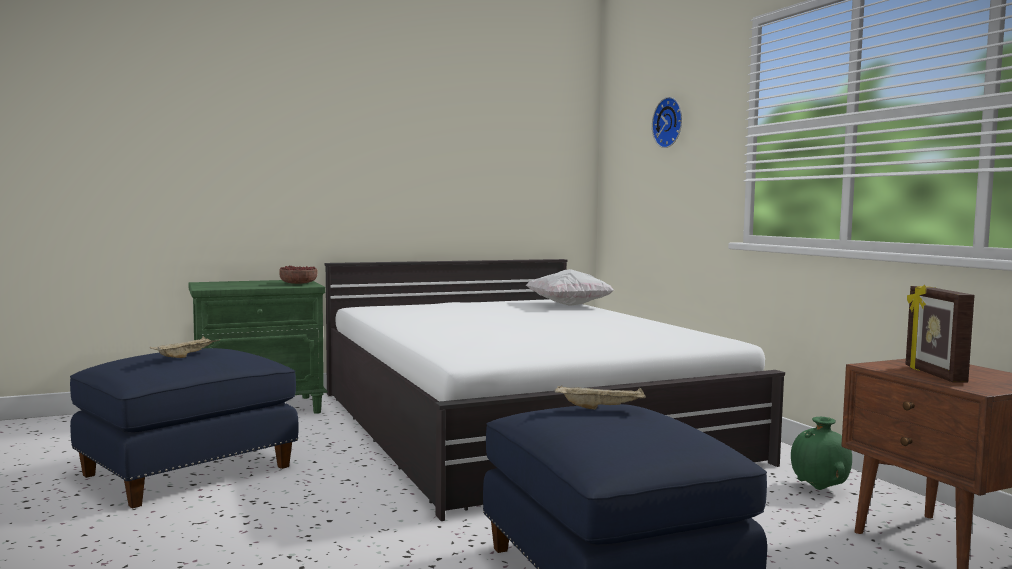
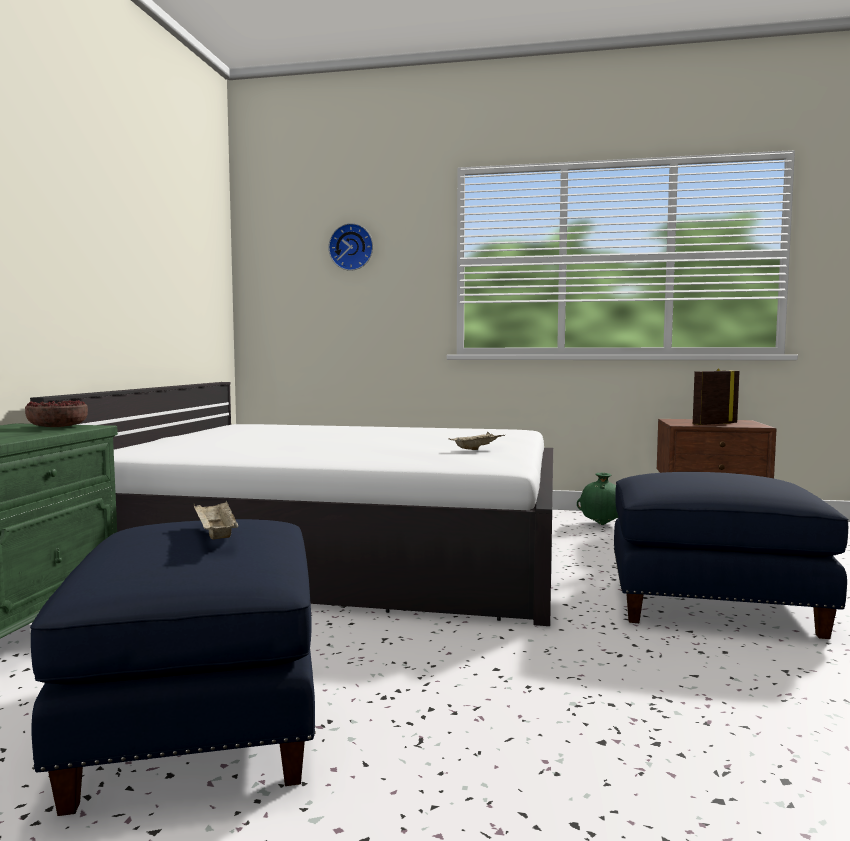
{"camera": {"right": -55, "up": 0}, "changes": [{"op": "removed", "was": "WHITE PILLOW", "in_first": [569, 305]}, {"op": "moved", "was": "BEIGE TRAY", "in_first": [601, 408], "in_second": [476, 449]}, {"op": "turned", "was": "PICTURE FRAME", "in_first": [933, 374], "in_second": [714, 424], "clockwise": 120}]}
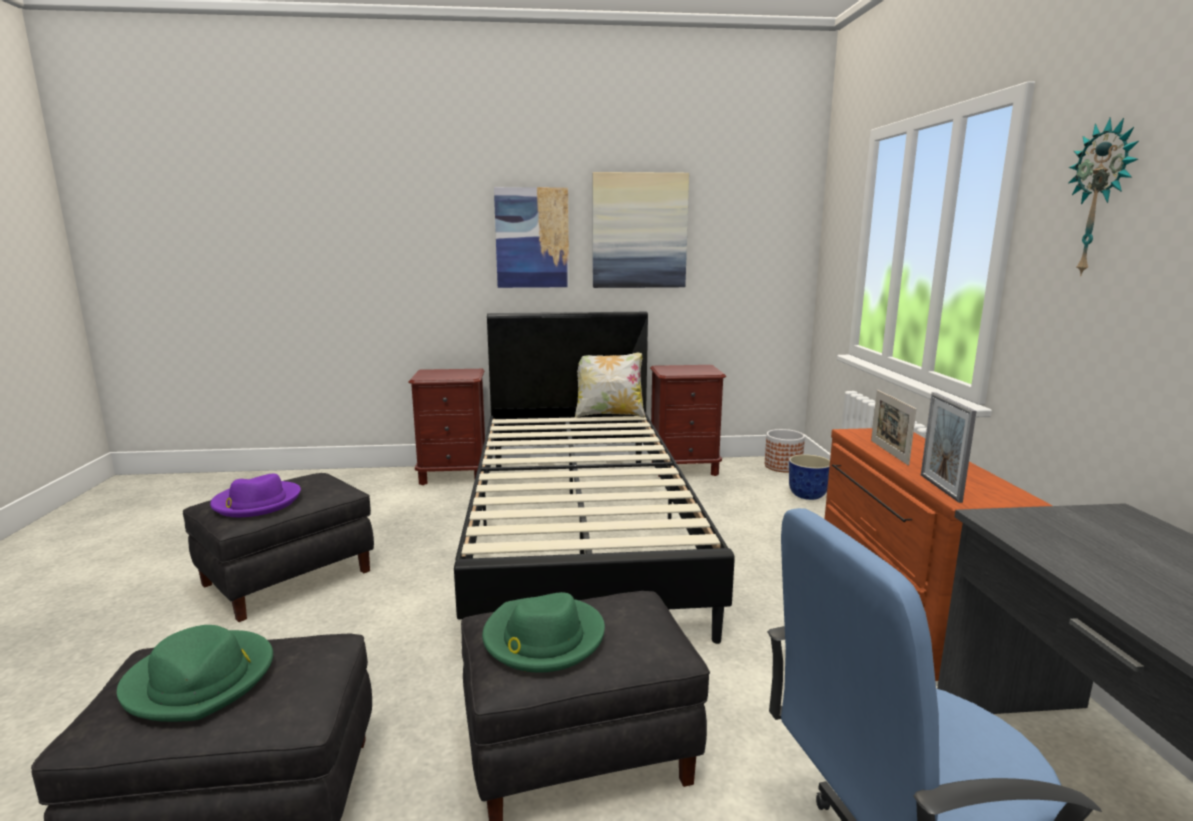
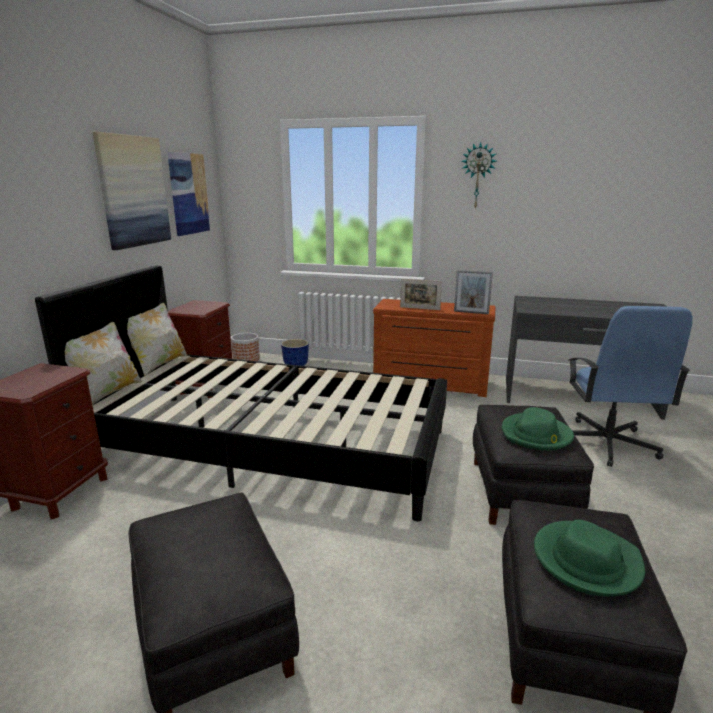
{"camera": {"right": -70, "up": 5}, "changes": [{"op": "removed", "was": "PURPLISH WEARABLE HAT", "in_first": [256, 502]}, {"op": "moved", "was": "PICTURE", "in_first": [532, 238], "in_second": [189, 194]}, {"op": "added", "now": "PILLOW", "in_second": [106, 394]}]}
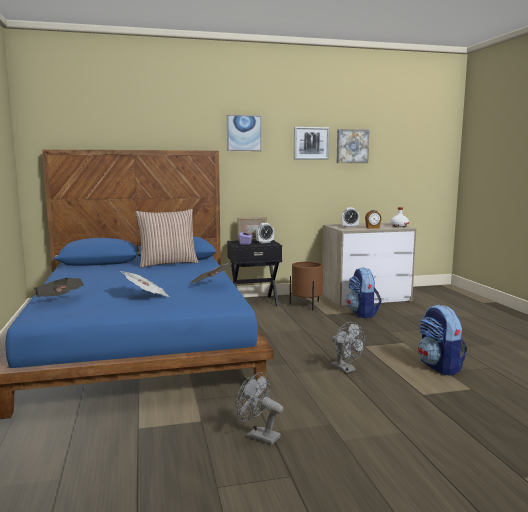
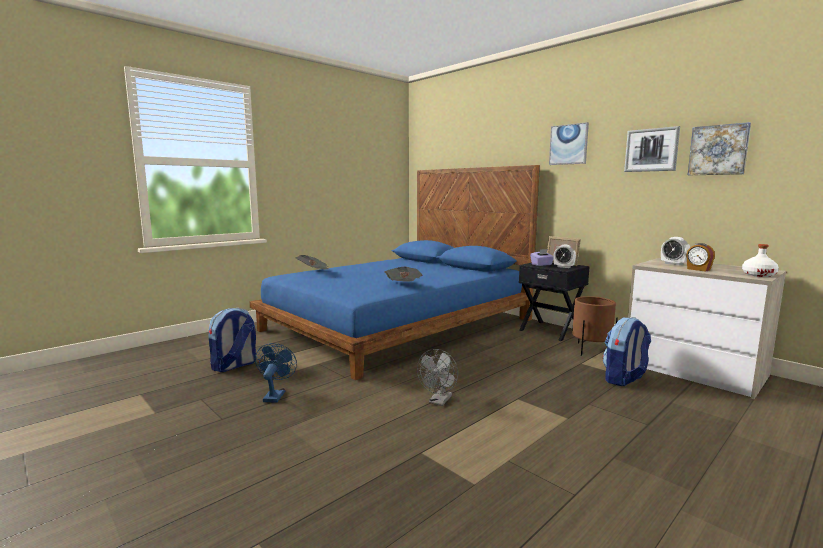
{"camera": {"right": 60, "up": 0}, "changes": [{"op": "removed", "was": "DAILY PAPER", "in_first": [146, 296]}, {"op": "removed", "was": "PILLOW", "in_first": [168, 263]}, {"op": "recoloured", "was": "GRAY COOLING FAN", "now": "BLUISH COOLING FAN", "in_first": [258, 436], "in_second": [275, 395]}, {"op": "moved", "was": "BACKPACK", "in_first": [439, 367], "in_second": [234, 366]}]}
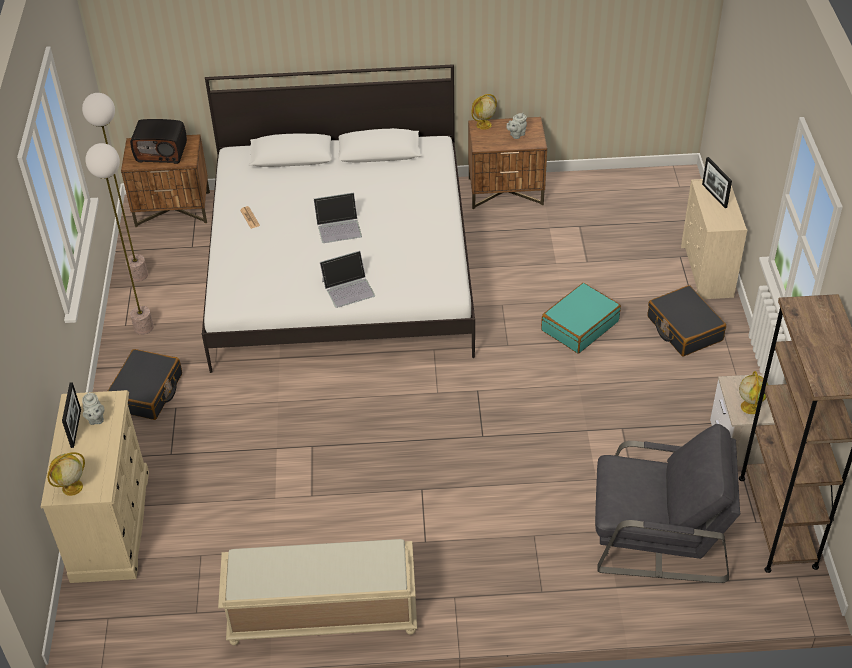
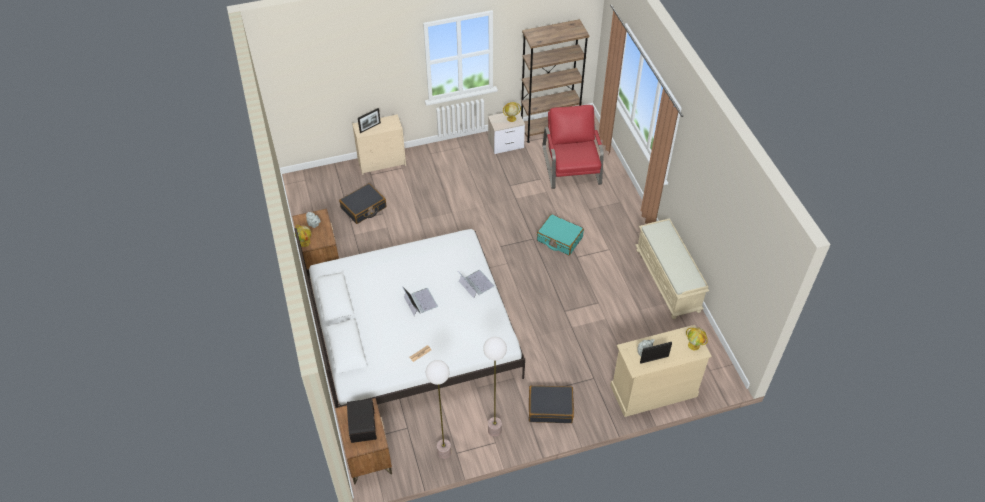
{"camera": {"right": -105, "up": 5}, "changes": [{"op": "moved", "was": "TURQUOISE TRAVEL CASE", "in_first": [579, 325], "in_second": [559, 239]}, {"op": "recoloured", "was": "GRAY LOUNGE CHAIR", "now": "RED-COLOURED LOUNGE CHAIR", "in_first": [659, 534], "in_second": [572, 166]}, {"op": "moved", "was": "BLACK TRAVEL CASE", "in_first": [684, 329], "in_second": [363, 208]}]}
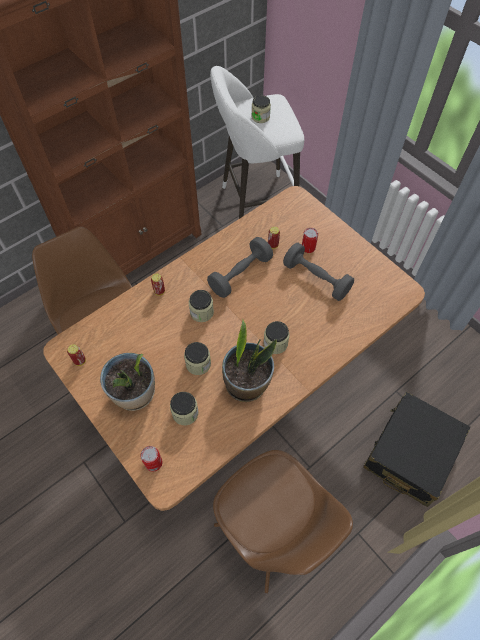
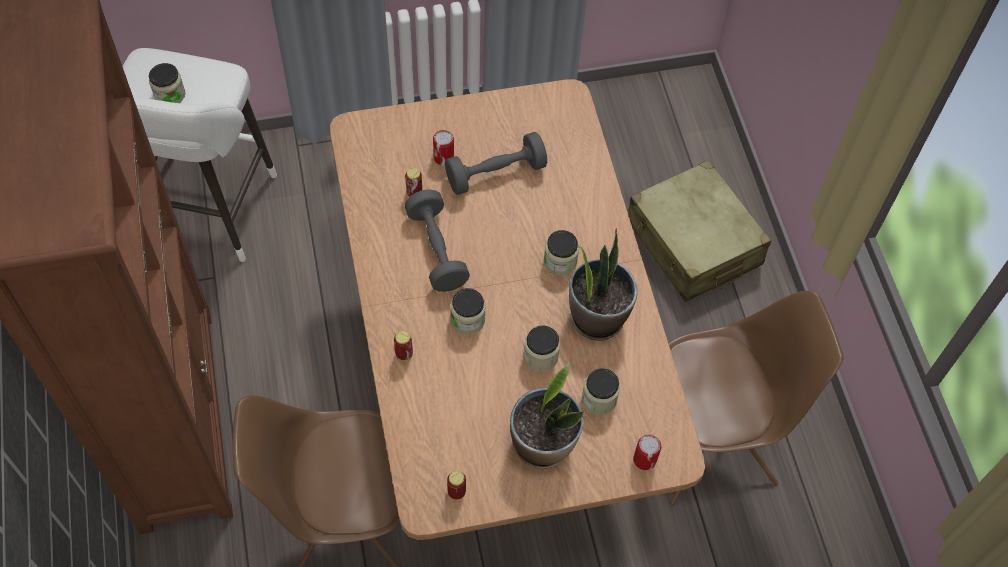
{"camera": {"right": -65, "up": 0}, "changes": [{"op": "recoloured", "was": "BLACK TRAVEL CASE", "now": "BEIGE TRAVEL CASE", "in_first": [410, 453], "in_second": [693, 244]}]}
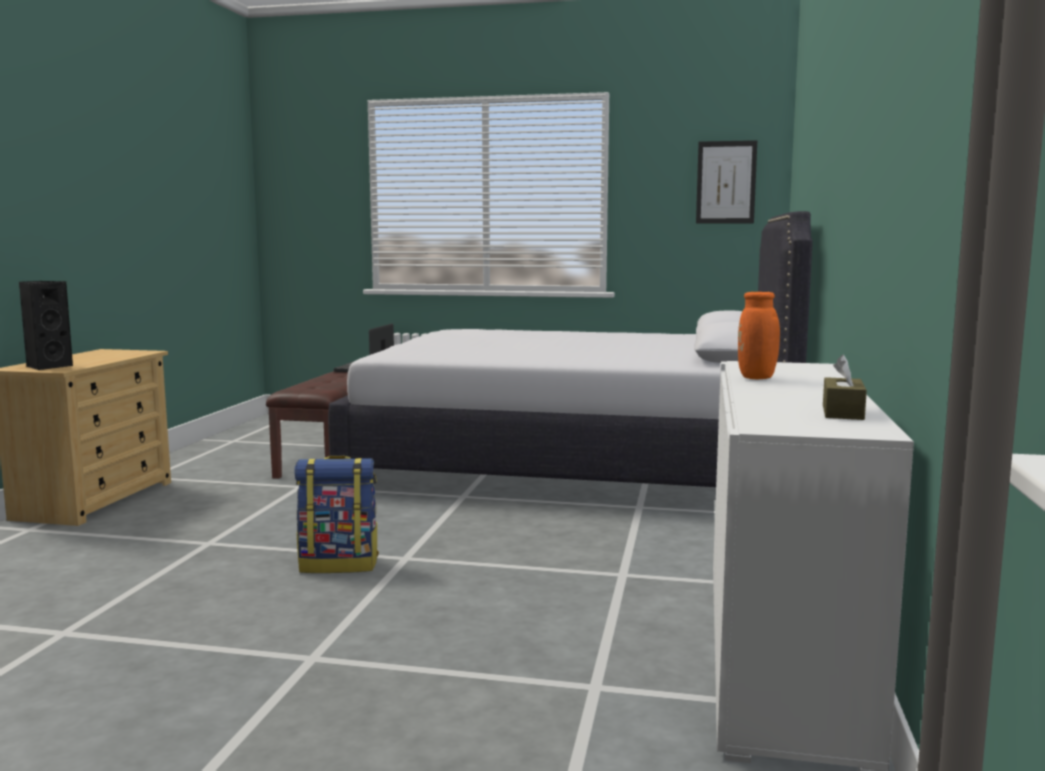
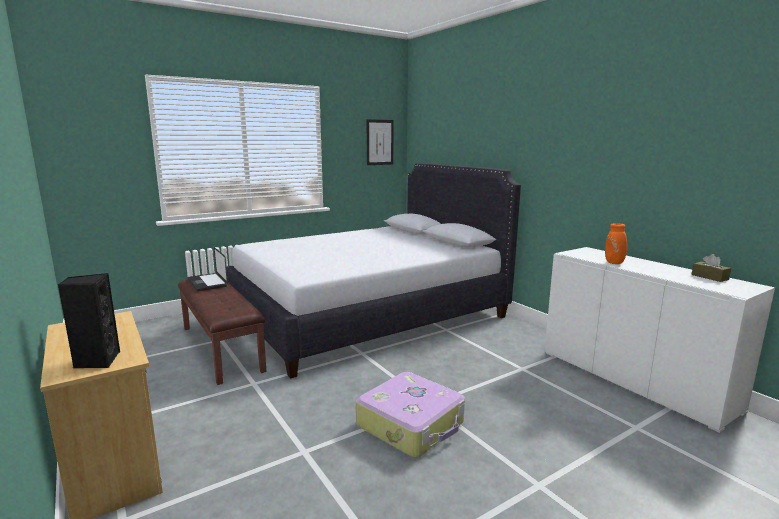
{"camera": {"right": -45, "up": 5}, "changes": [{"op": "replaced", "was": "BACKPACK", "now": "TRAVEL CASE", "in_first": [339, 564], "in_second": [411, 424]}]}
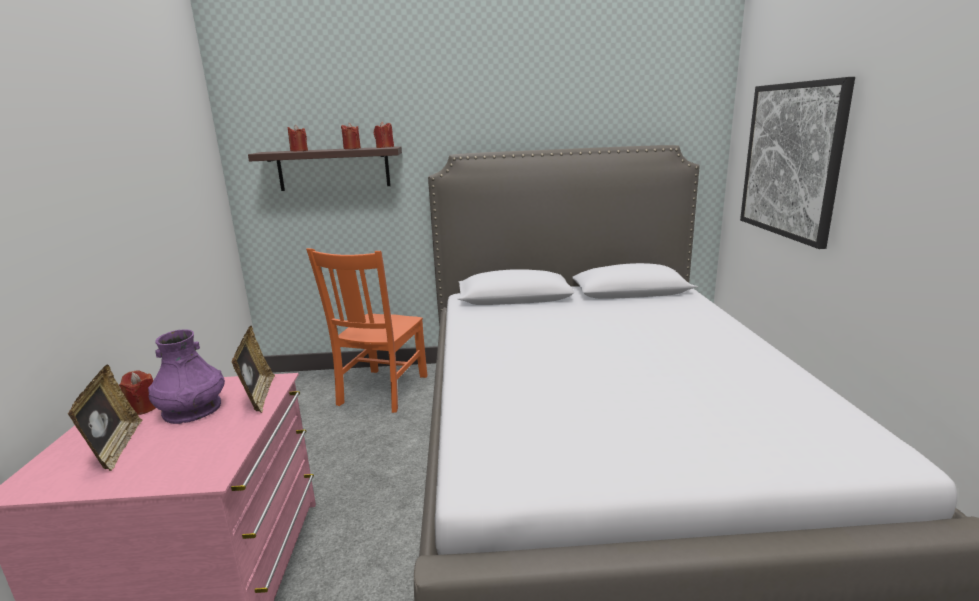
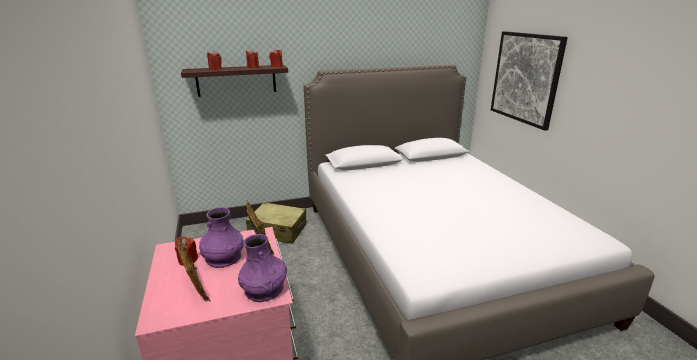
{"camera": {"right": -15, "up": 5}, "changes": [{"op": "replaced", "was": "ORANGEY PLAIN CHAIR", "now": "BEIGE TRAVEL CASE", "in_first": [381, 391], "in_second": [277, 231]}, {"op": "added", "now": "PURPLISH DECORATIVE VASE", "in_second": [264, 289]}]}
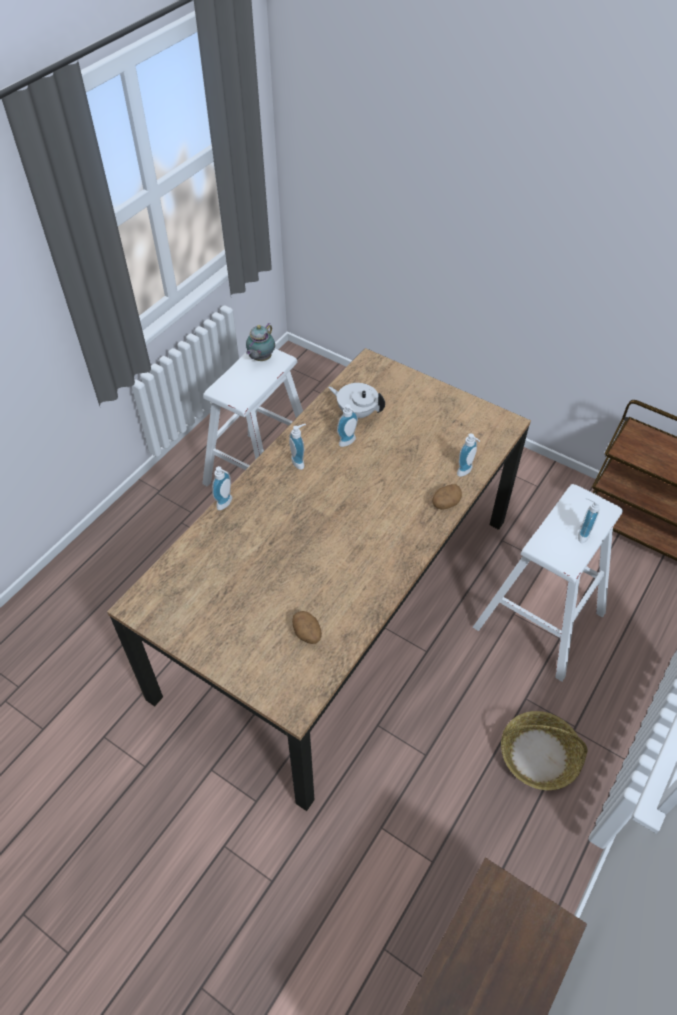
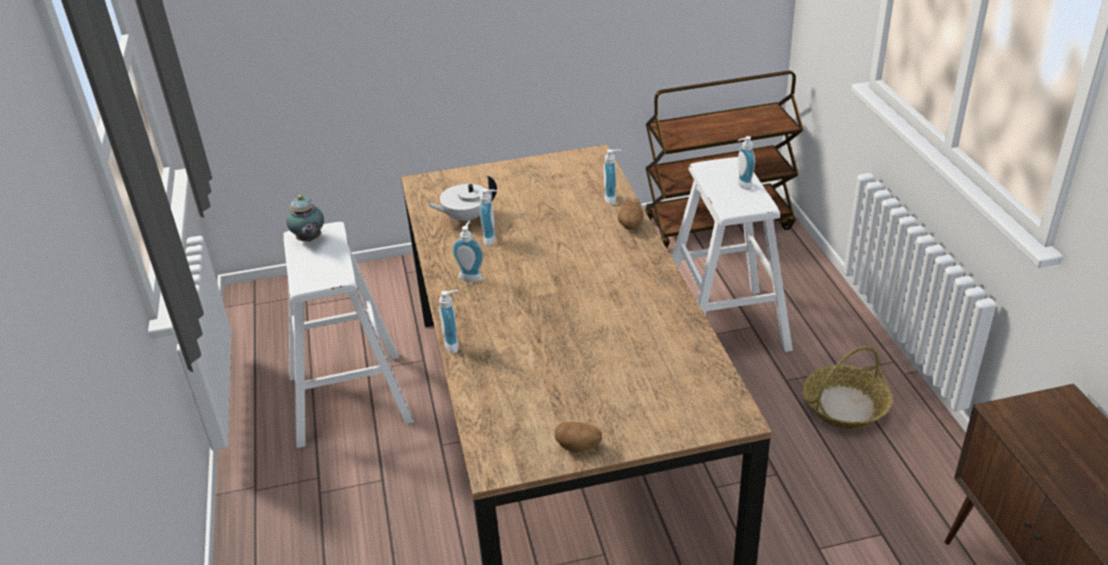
{"camera": {"right": -45, "up": -15}, "changes": [{"op": "moved", "was": "SPUD", "in_first": [307, 634], "in_second": [579, 446]}]}
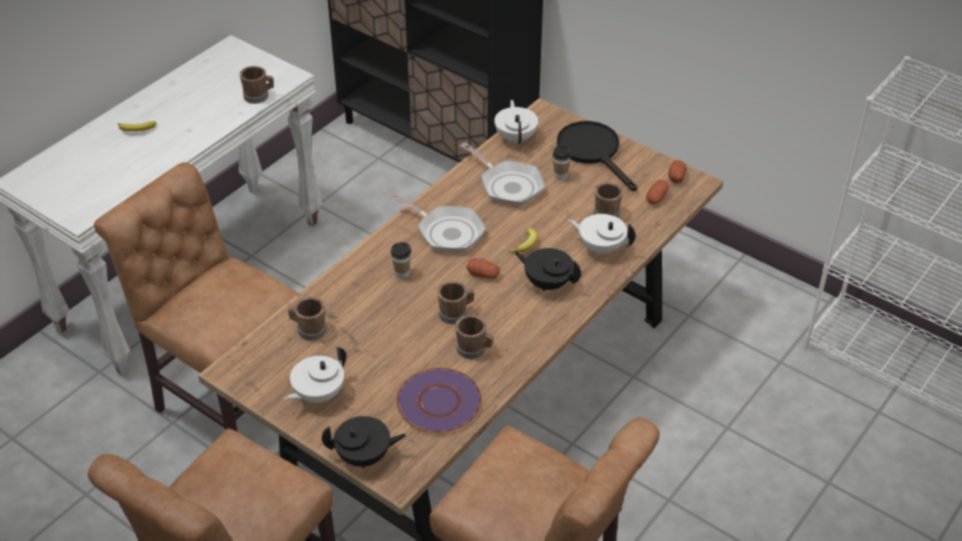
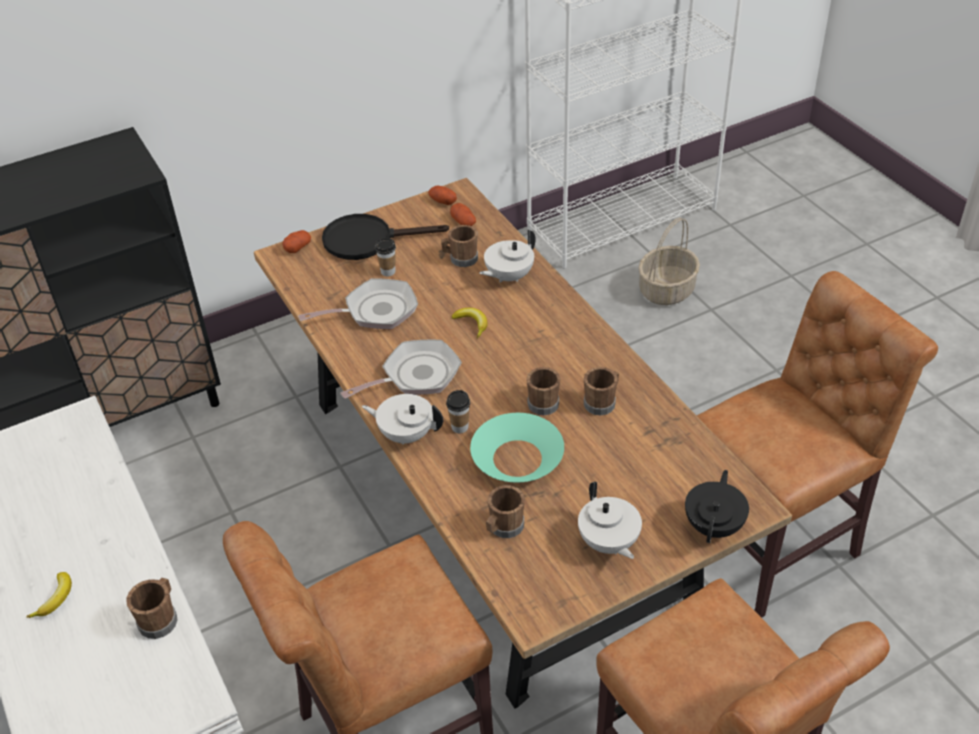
{"camera": {"right": -65, "up": 0}, "changes": [{"op": "moved", "was": "BROWN COFFEE MUG", "in_first": [259, 96], "in_second": [160, 618]}, {"op": "removed", "was": "PURPLISH PLATE", "in_first": [439, 402]}, {"op": "moved", "was": "SPUD", "in_first": [483, 274], "in_second": [298, 247]}, {"op": "moved", "was": "WHITE POT FOR TEA", "in_first": [516, 138], "in_second": [406, 434]}, {"op": "removed", "was": "BLACK POT FOR TEA", "in_first": [547, 283]}, {"op": "added", "now": "TURQUOISE SERVING BOWL", "in_second": [517, 458]}, {"op": "added", "now": "BASKET", "in_second": [666, 290]}]}
